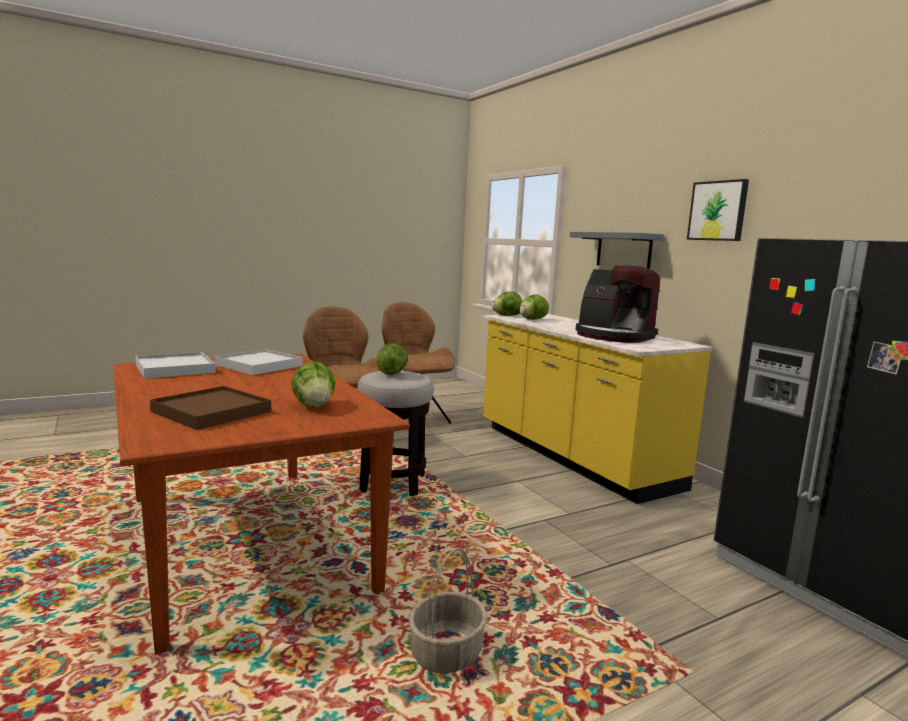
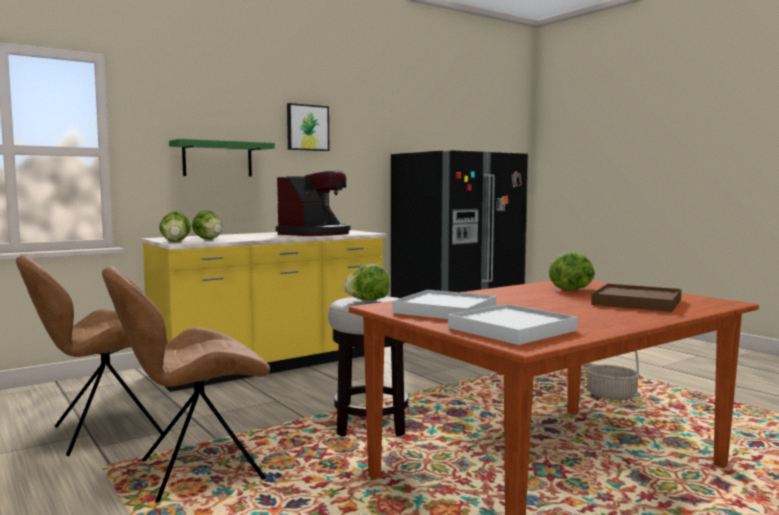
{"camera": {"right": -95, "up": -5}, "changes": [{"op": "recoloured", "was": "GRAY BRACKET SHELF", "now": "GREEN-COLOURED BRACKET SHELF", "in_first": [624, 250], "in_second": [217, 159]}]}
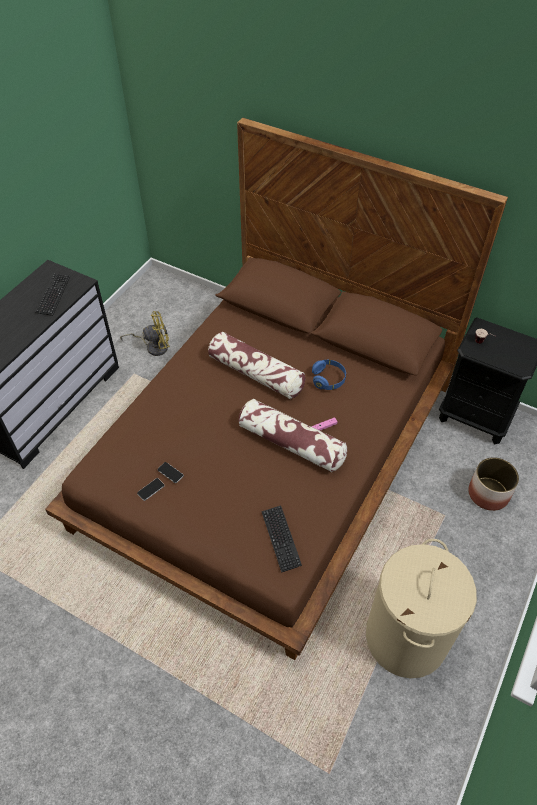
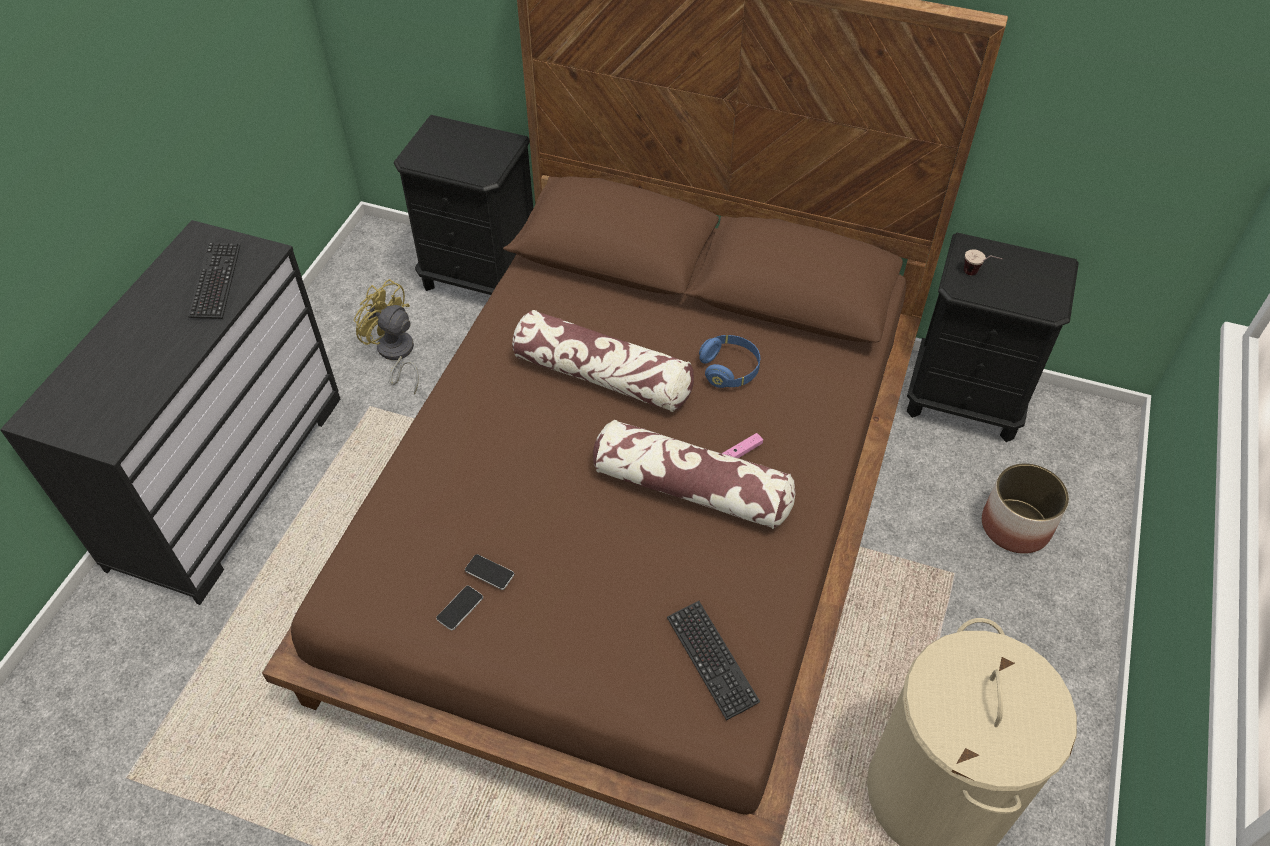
{"camera": {"right": -10, "up": 0}, "changes": [{"op": "turned", "was": "YELLOW-COLOURED COOLING FAN", "in_first": [153, 346], "in_second": [395, 354], "clockwise": -120}, {"op": "added", "now": "BLACK NIGHT TABLE", "in_second": [480, 277]}]}
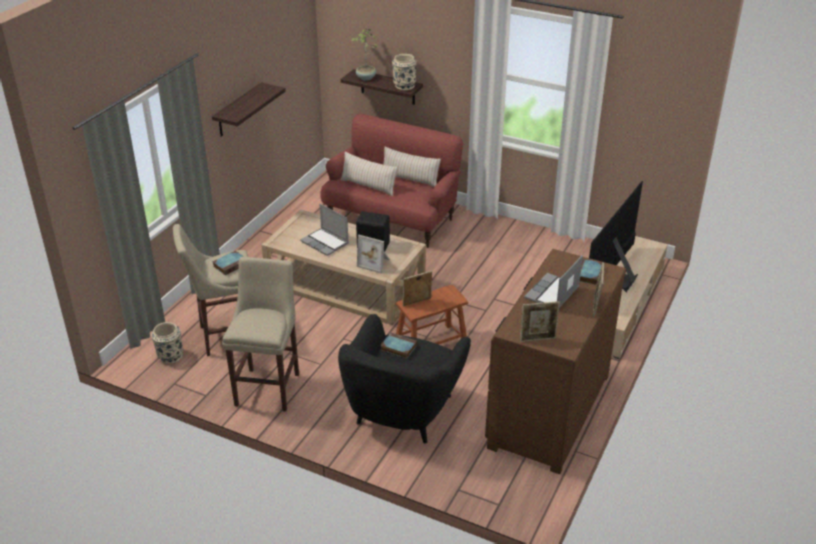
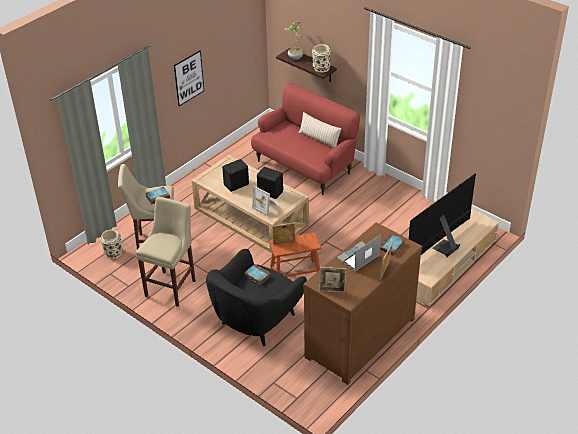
{"camera": {"right": 15, "up": 5}, "changes": [{"op": "replaced", "was": "BRACKET SHELF", "now": "PICTURE", "in_first": [238, 110], "in_second": [189, 78]}, {"op": "replaced", "was": "NOTEBOOK COMPUTER", "now": "BLACK SPEAKER", "in_first": [325, 243], "in_second": [237, 185]}, {"op": "removed", "was": "BEIGE PILLOW", "in_first": [368, 186]}]}
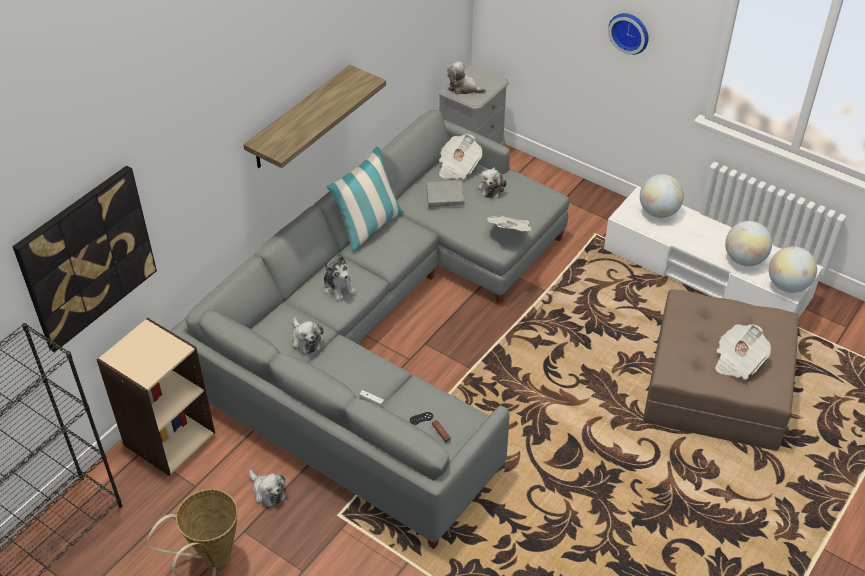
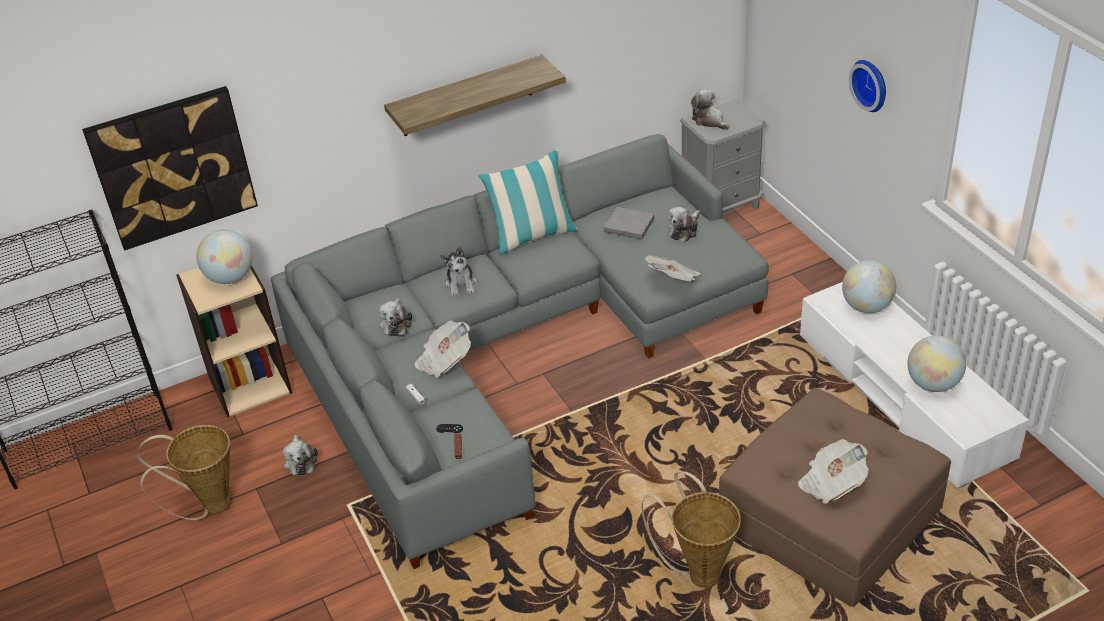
{"camera": {"right": 30, "up": -5}, "changes": [{"op": "moved", "was": "DAILY PAPER", "in_first": [458, 167], "in_second": [444, 360]}, {"op": "moved", "was": "WORLD GLOBE", "in_first": [787, 285], "in_second": [230, 277]}, {"op": "added", "now": "BASKET", "in_second": [699, 571]}]}
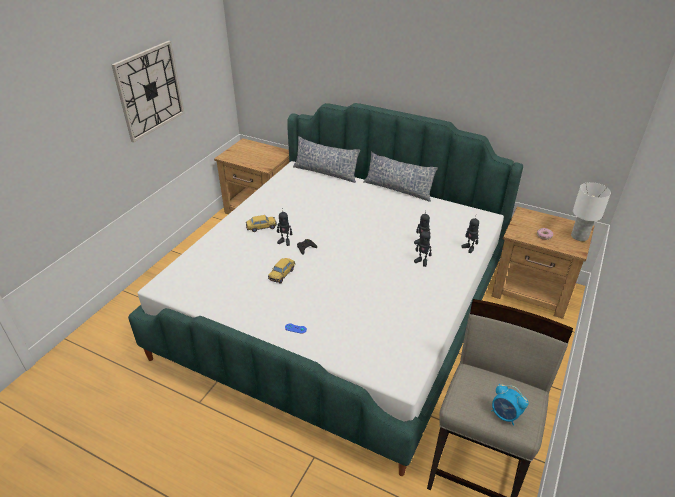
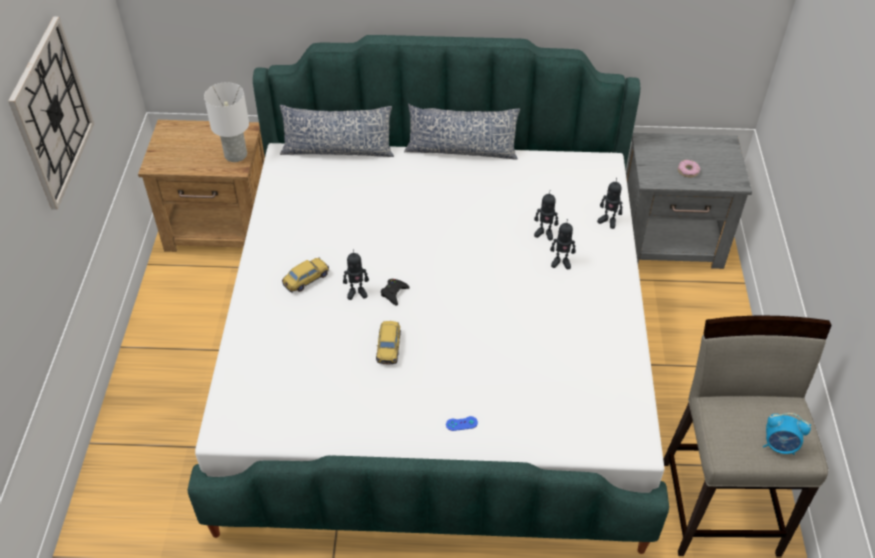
{"camera": {"right": -25, "up": 10}, "changes": [{"op": "recoloured", "was": "BROWN NIGHT TABLE", "now": "GRAY NIGHT TABLE", "in_first": [533, 291], "in_second": [671, 240]}, {"op": "moved", "was": "WHITE TABLETOP LAMP", "in_first": [579, 236], "in_second": [236, 154]}]}
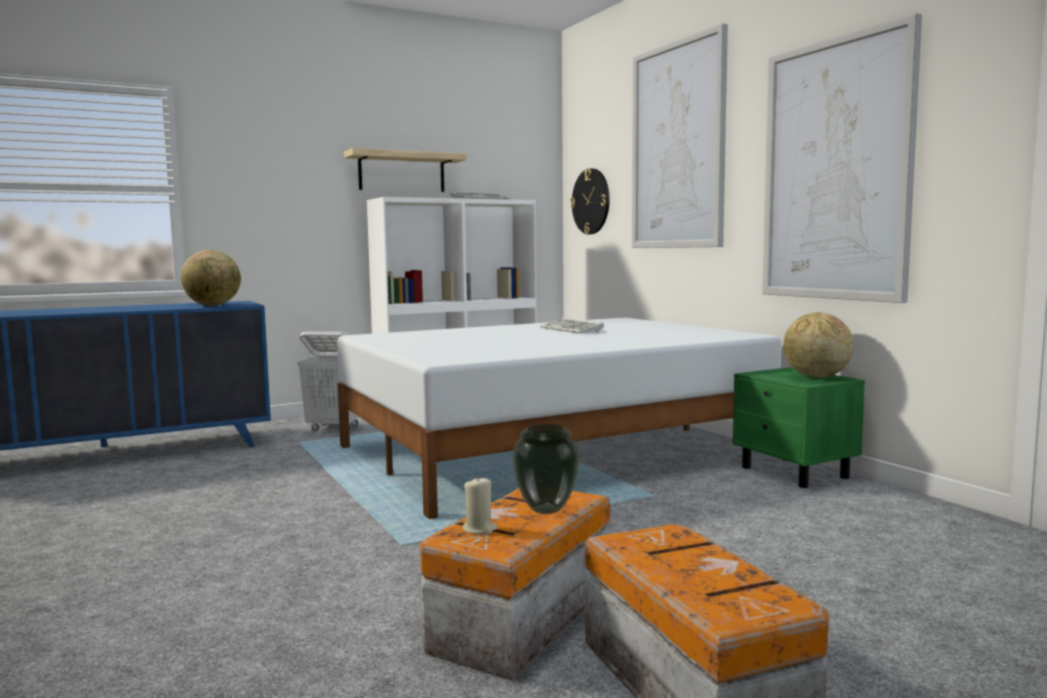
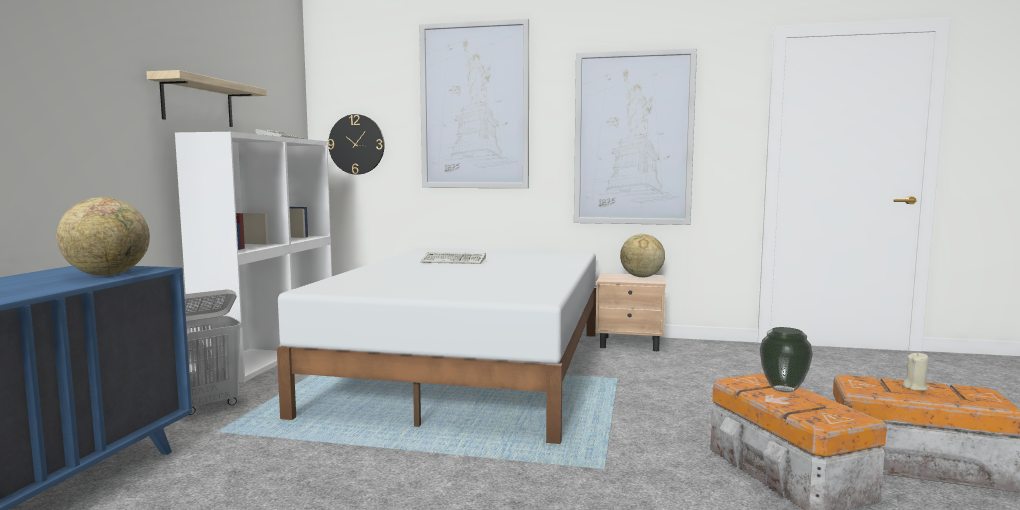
{"camera": {"right": -50, "up": 0}, "changes": [{"op": "moved", "was": "BEIGE WAX CANDLE", "in_first": [479, 529], "in_second": [915, 387]}, {"op": "recoloured", "was": "GREEN-COLOURED NIGHT TABLE", "now": "BEIGE NIGHT TABLE", "in_first": [795, 473], "in_second": [630, 344]}]}
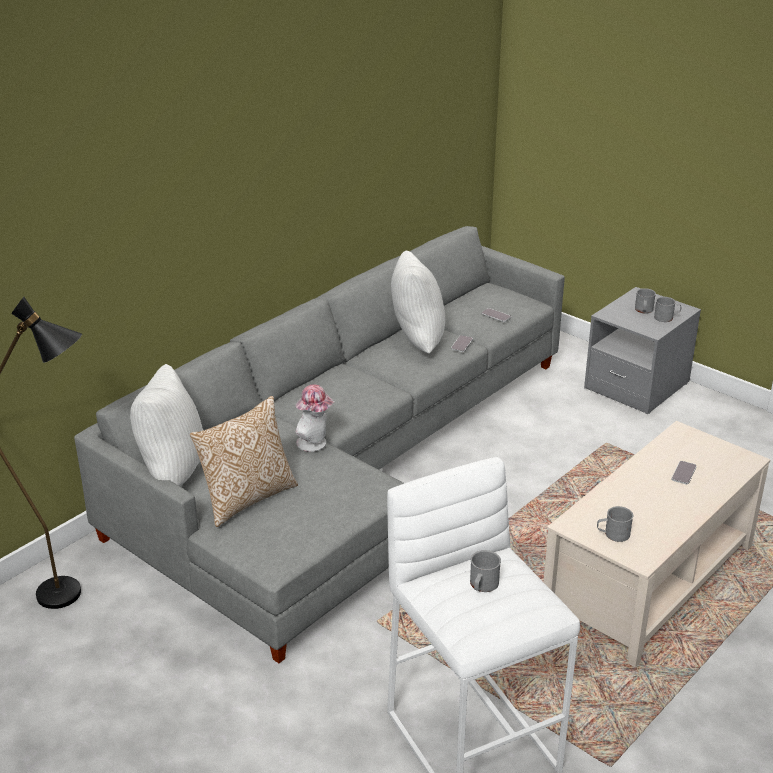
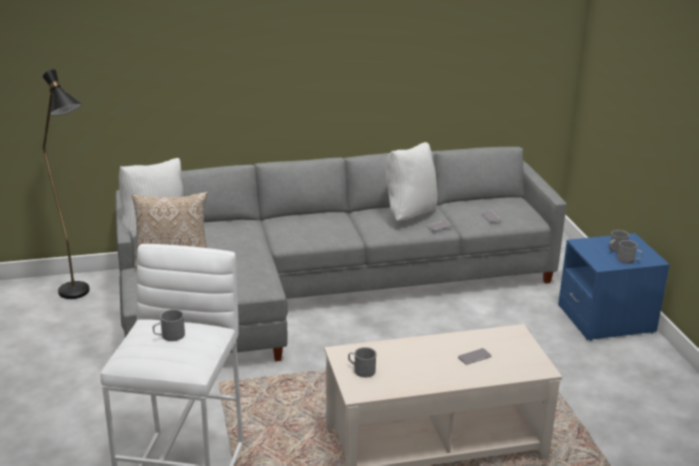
{"camera": {"right": 35, "up": -5}, "changes": [{"op": "removed", "was": "WEARABLE HAT", "in_first": [315, 444]}, {"op": "recoloured", "was": "GRAY NIGHT TABLE", "now": "BLUISH NIGHT TABLE", "in_first": [636, 386], "in_second": [606, 319]}]}
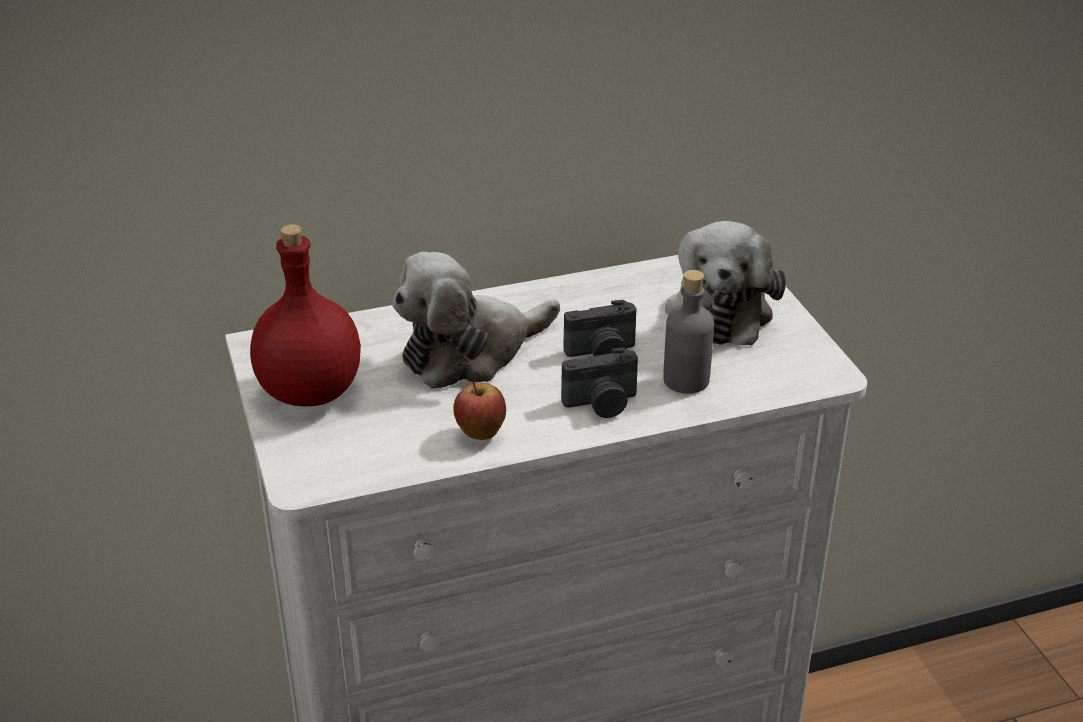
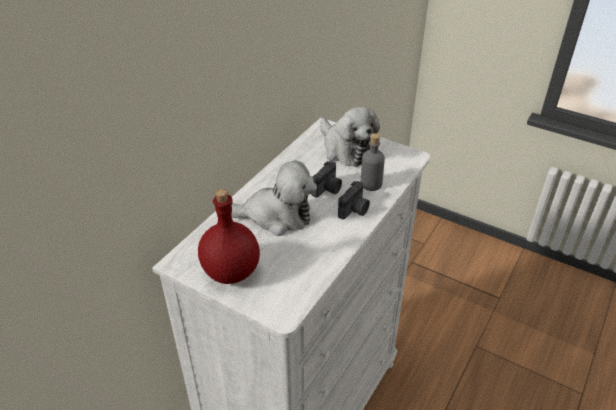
{"camera": {"right": -40, "up": 5}, "changes": [{"op": "turned", "was": "PLUSH TOY", "in_first": [470, 352], "in_second": [276, 216], "clockwise": -105}, {"op": "removed", "was": "APPLE FRUIT", "in_first": [480, 434]}]}
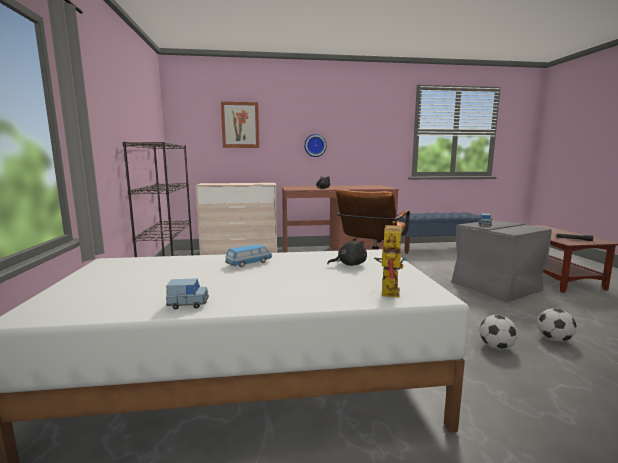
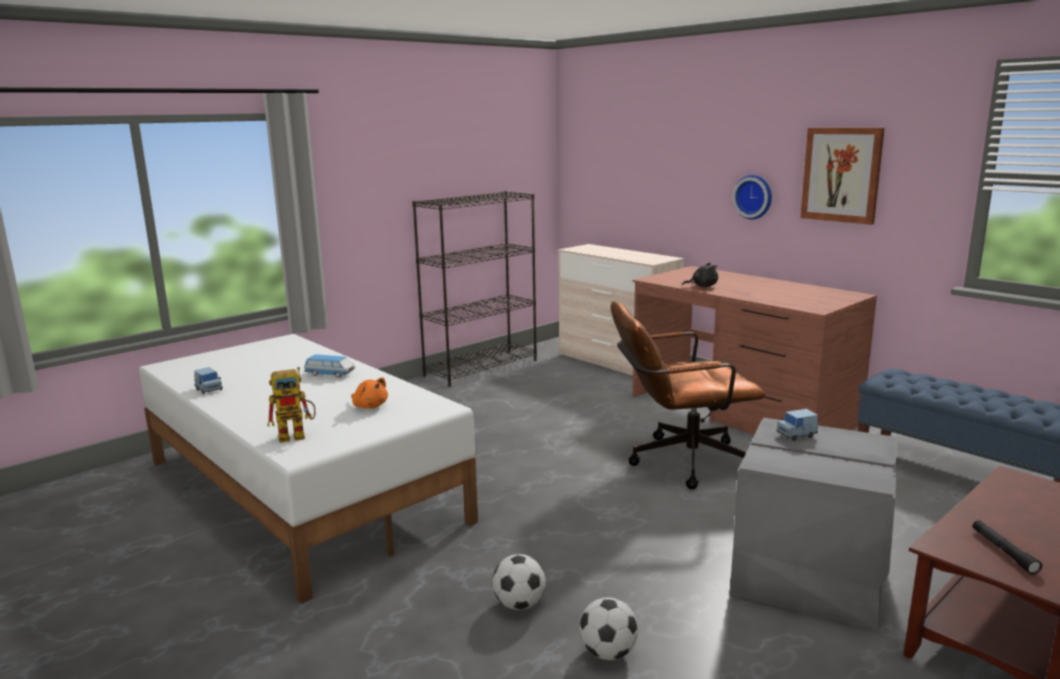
{"camera": {"right": 55, "up": 5}, "changes": [{"op": "moved", "was": "PICTURE", "in_first": [240, 125], "in_second": [841, 174]}, {"op": "recoloured", "was": "BLACK PLUSH TOY", "now": "ORANGEY PLUSH TOY", "in_first": [349, 264], "in_second": [370, 406]}]}
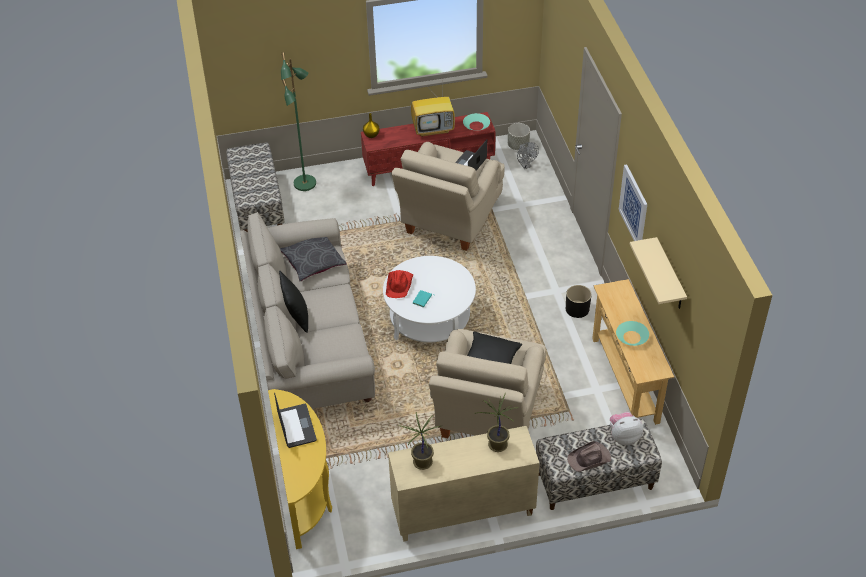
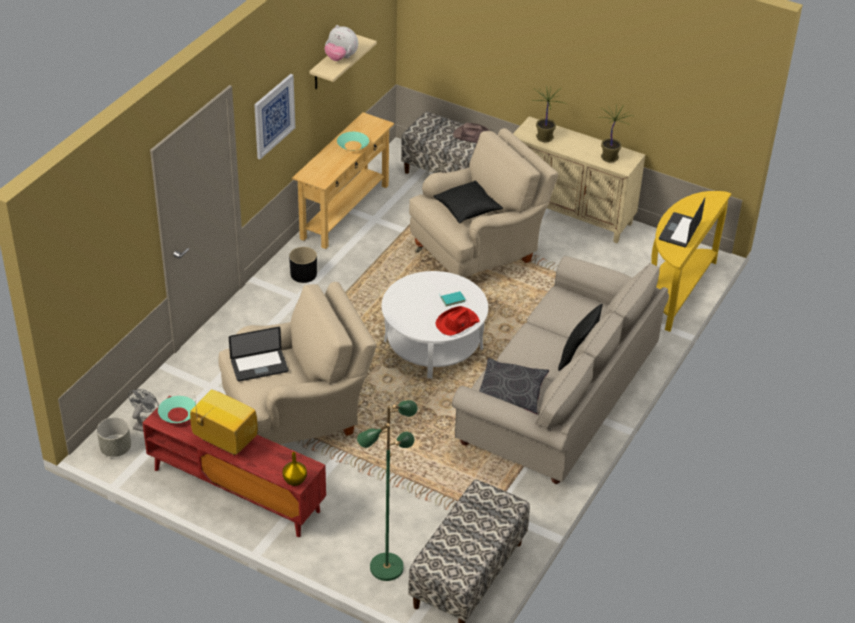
{"camera": {"right": -140, "up": -5}, "changes": [{"op": "moved", "was": "PLUSH TOY", "in_first": [624, 437], "in_second": [341, 58]}]}
